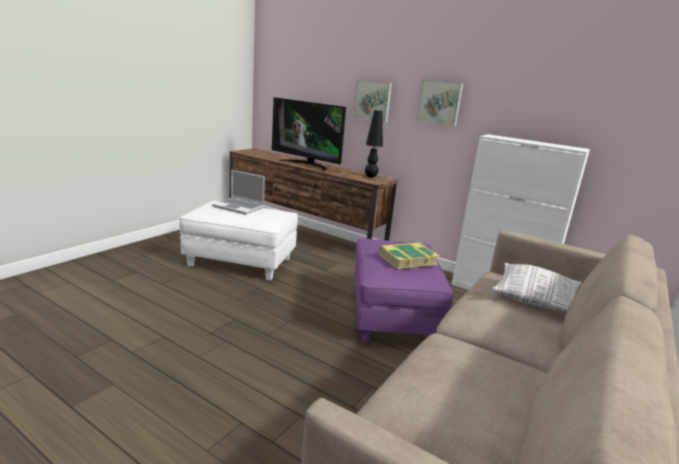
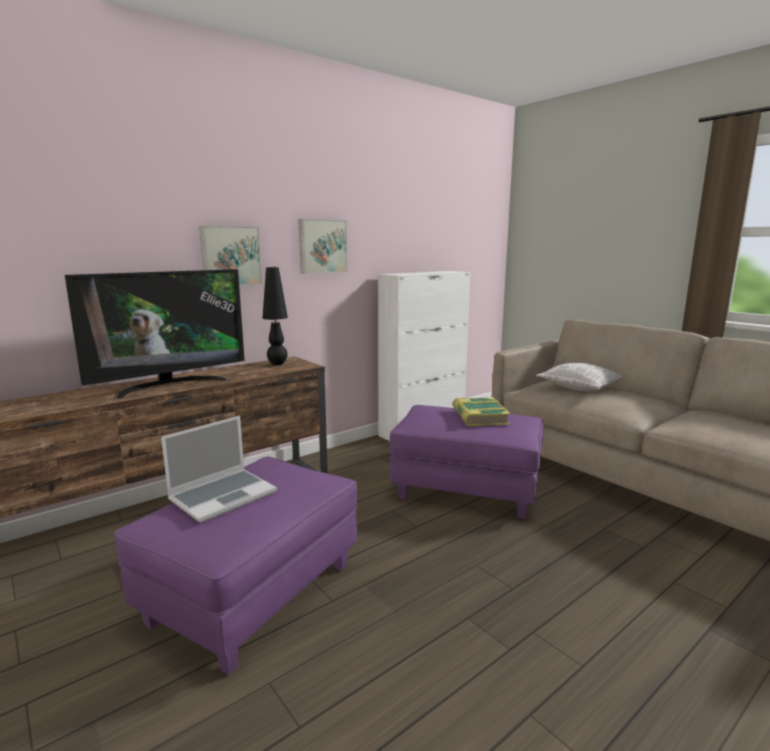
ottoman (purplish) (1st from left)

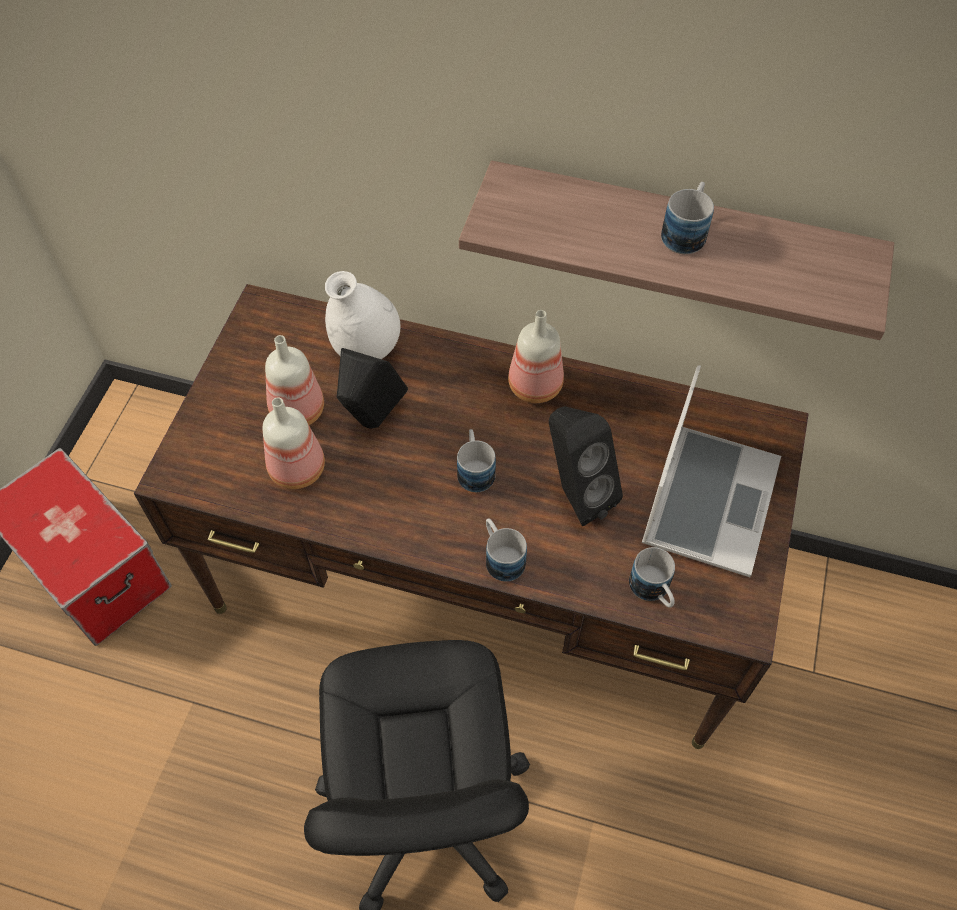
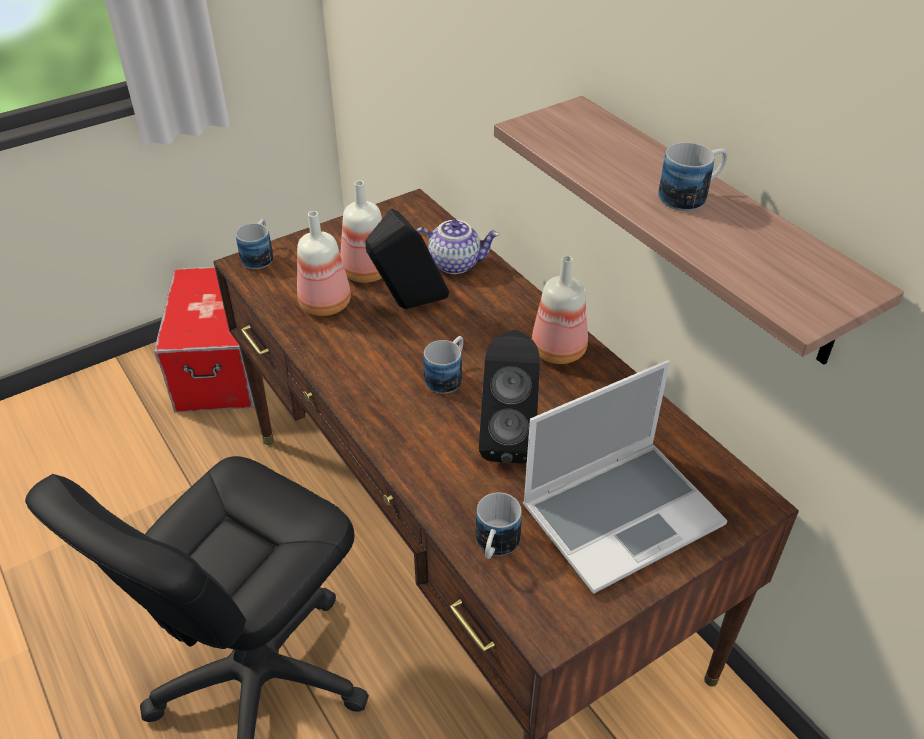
tea pot; tea mug (1st from left)

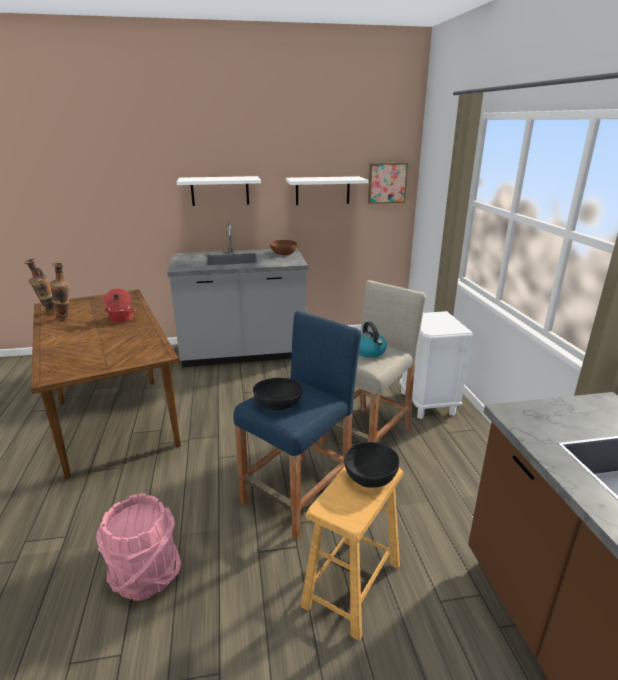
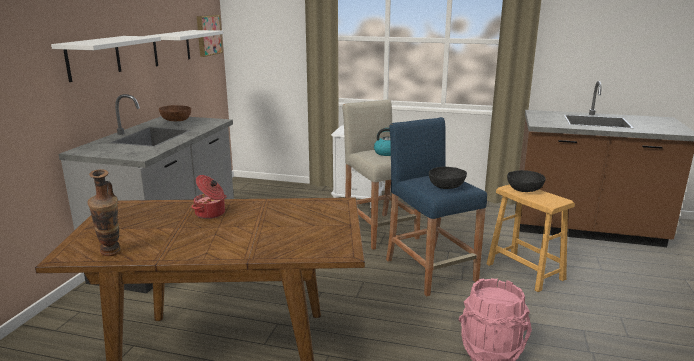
decorative vase (2nd from left in the first image)

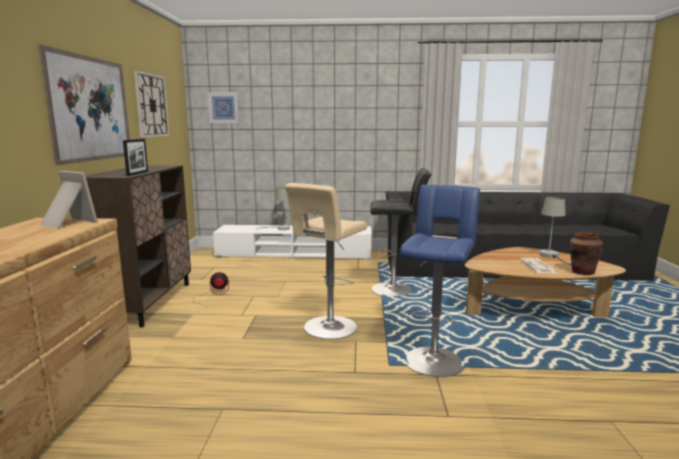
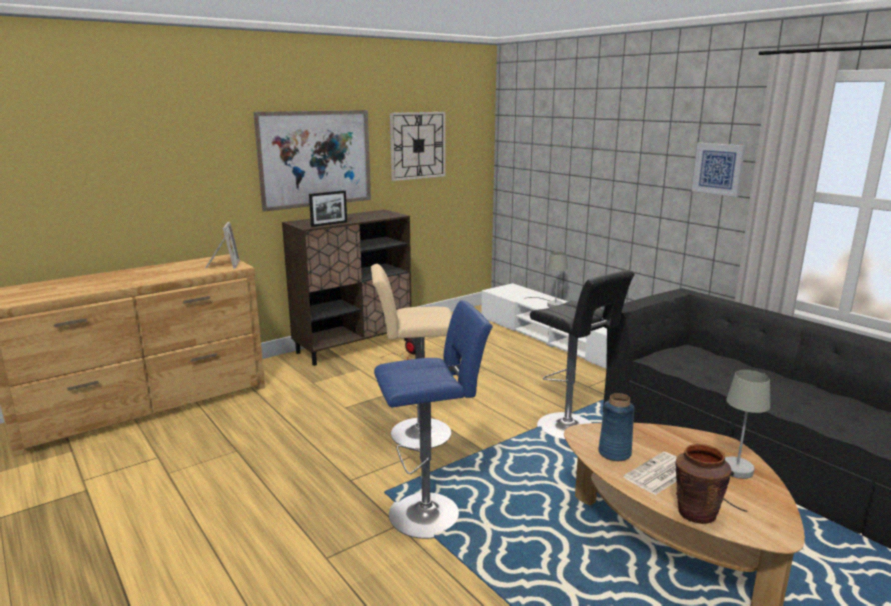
wall picture (2nd from left); decorative vase (blue)

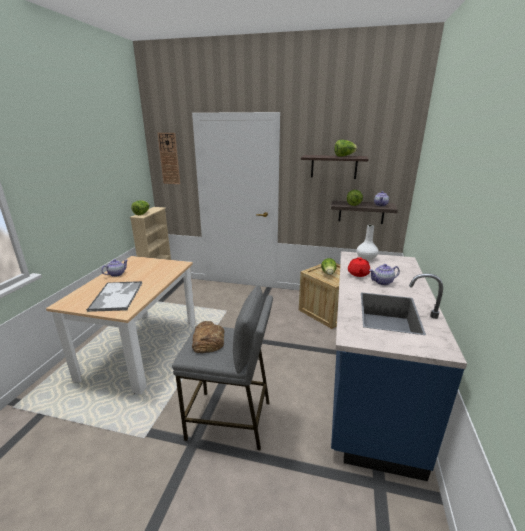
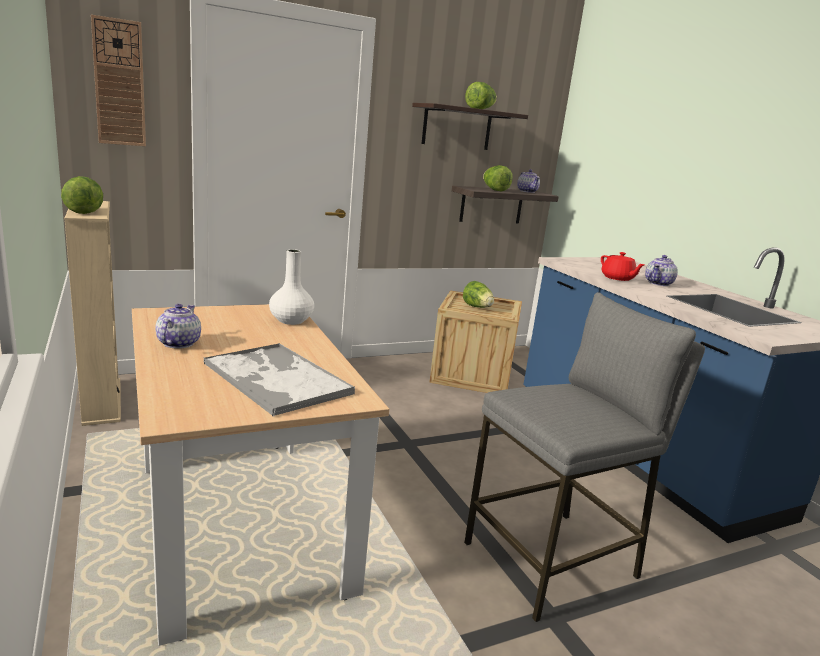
decorative vase (white); bakery bread

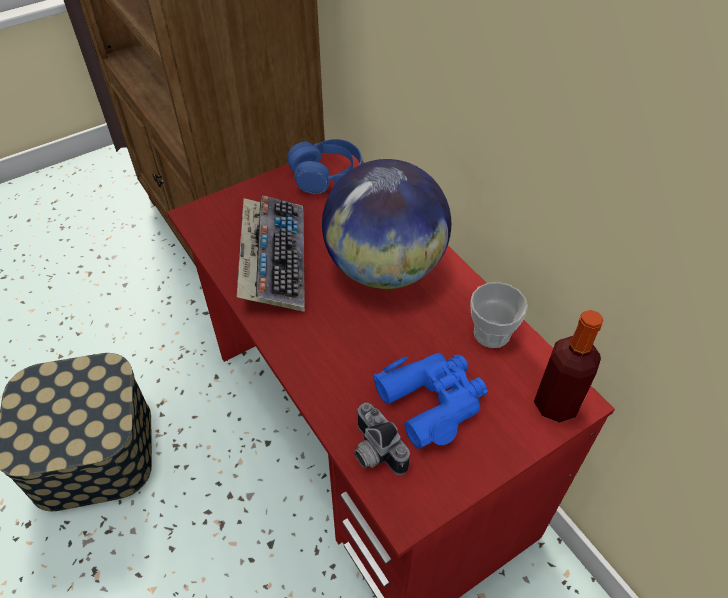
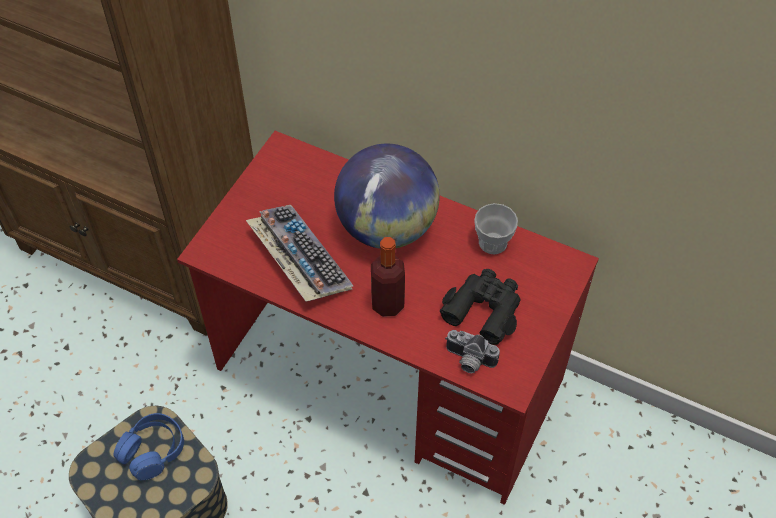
pair of headphones (blue); drink bottle; pair of binoculars (black-coloured)

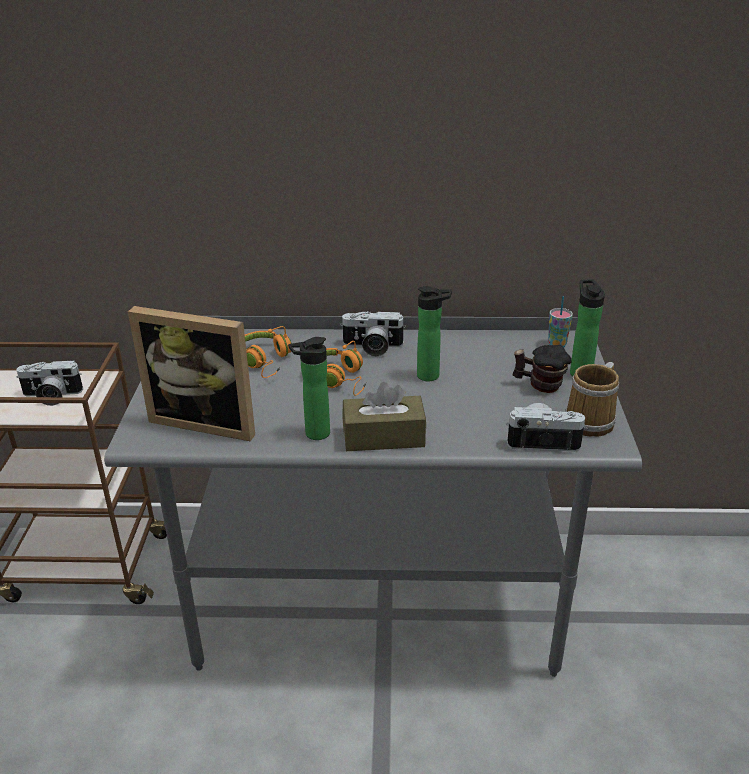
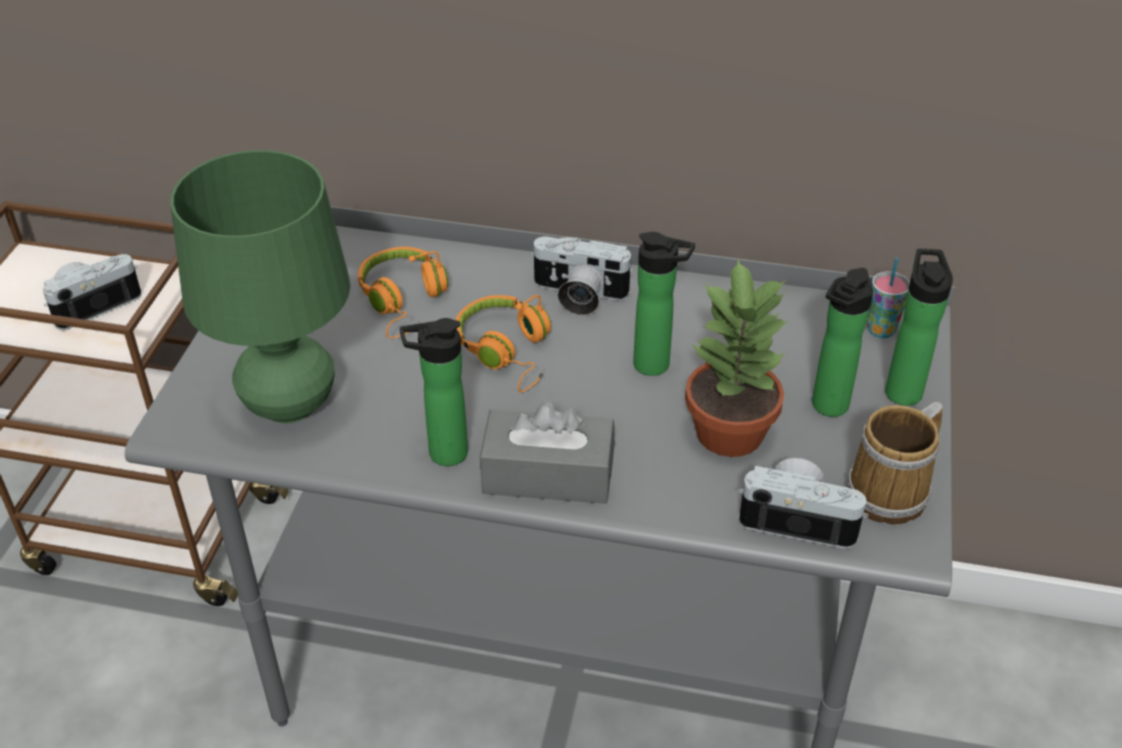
tabletop lamp (green-coloured); drink bottle (3rd from left); still camera (1st from left); box of tissues (gray); plant in a pot

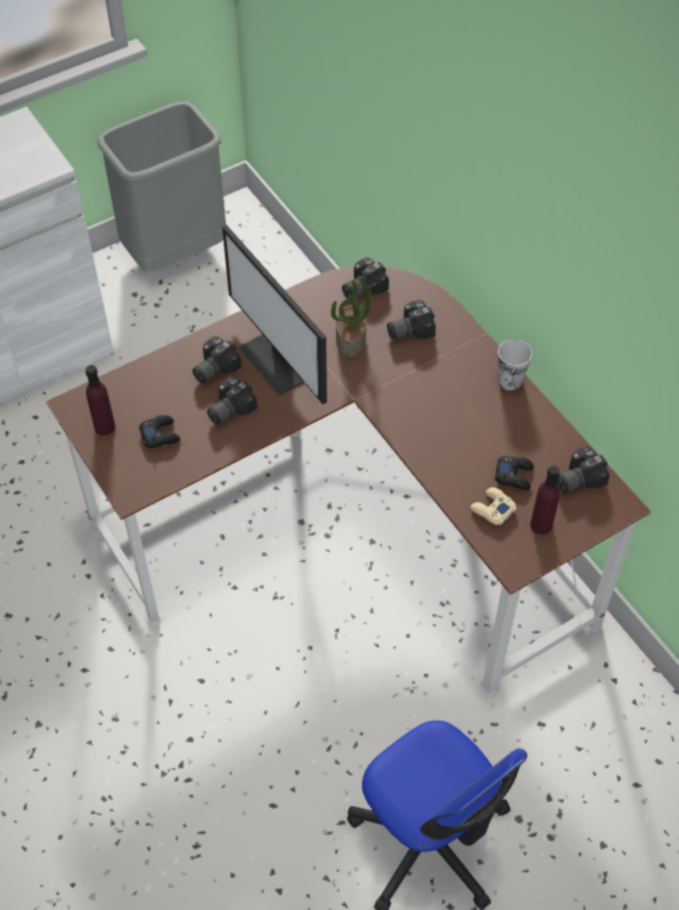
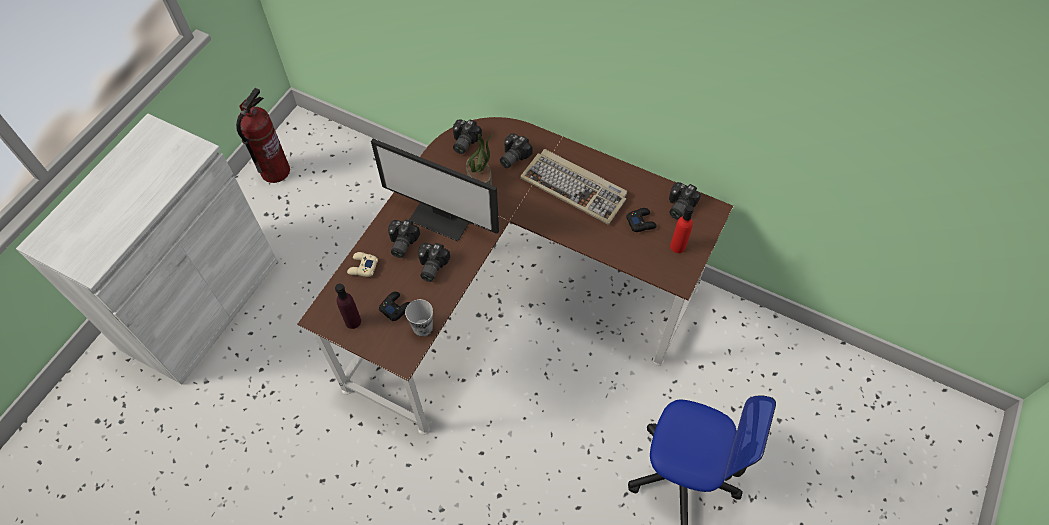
fire-fighting cylinder; drinking cup; drink bottle (red); joypad (beige-coloured); keyboard

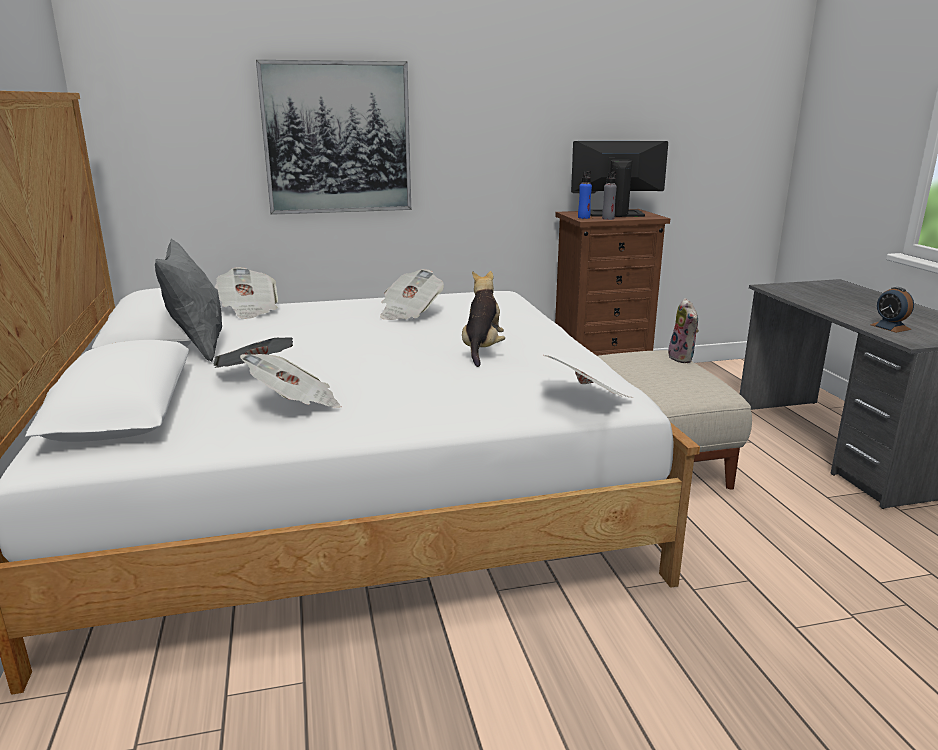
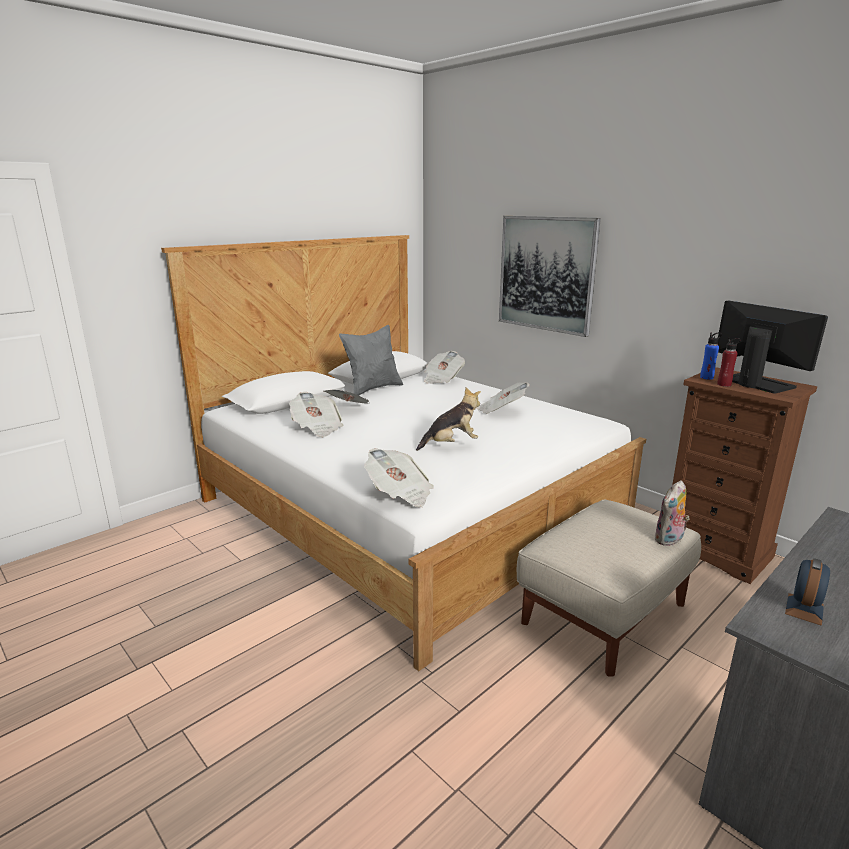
drink bottle (red)

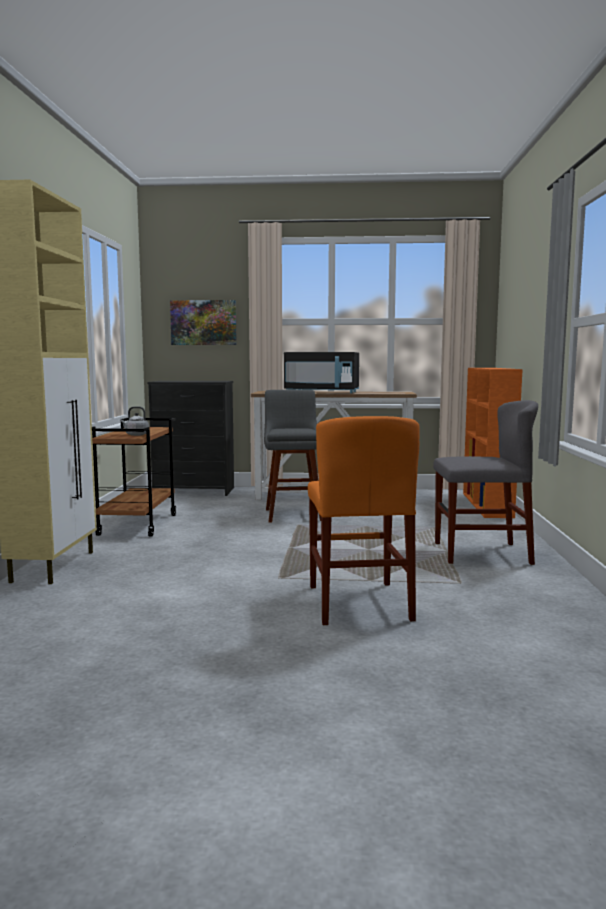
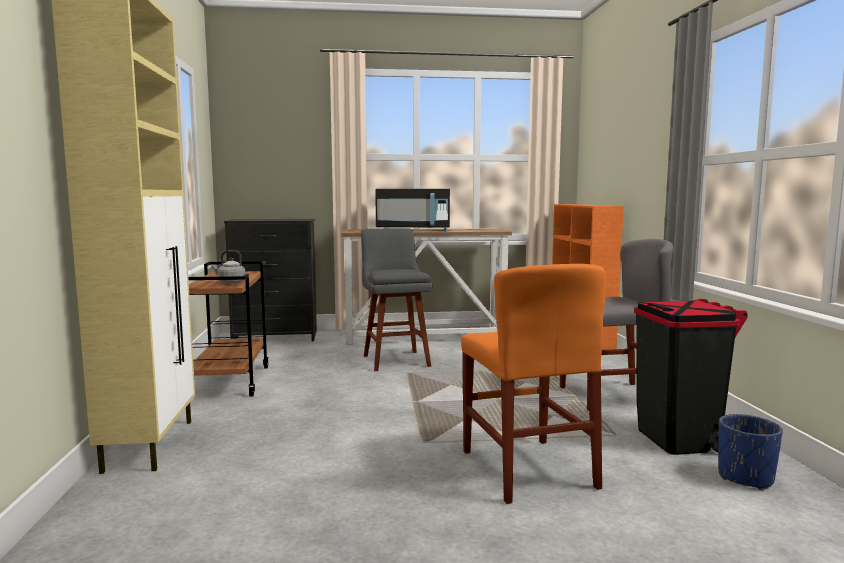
wall picture; trash can (black-coloured); plant pot (blue)

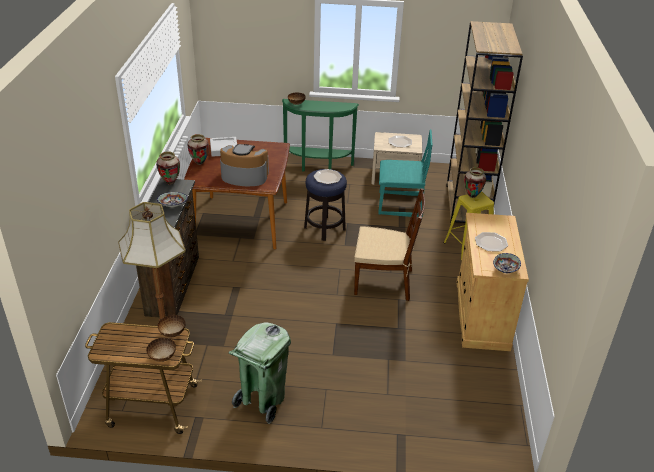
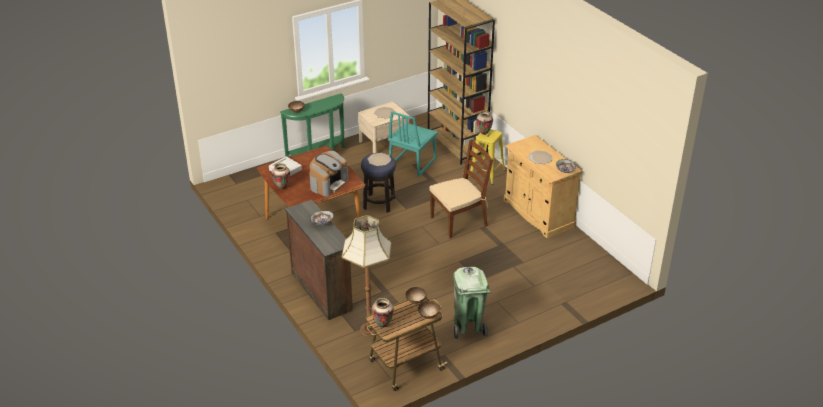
upright chair (blue-green); coffee brewer; decorative vase (2nd from left)

